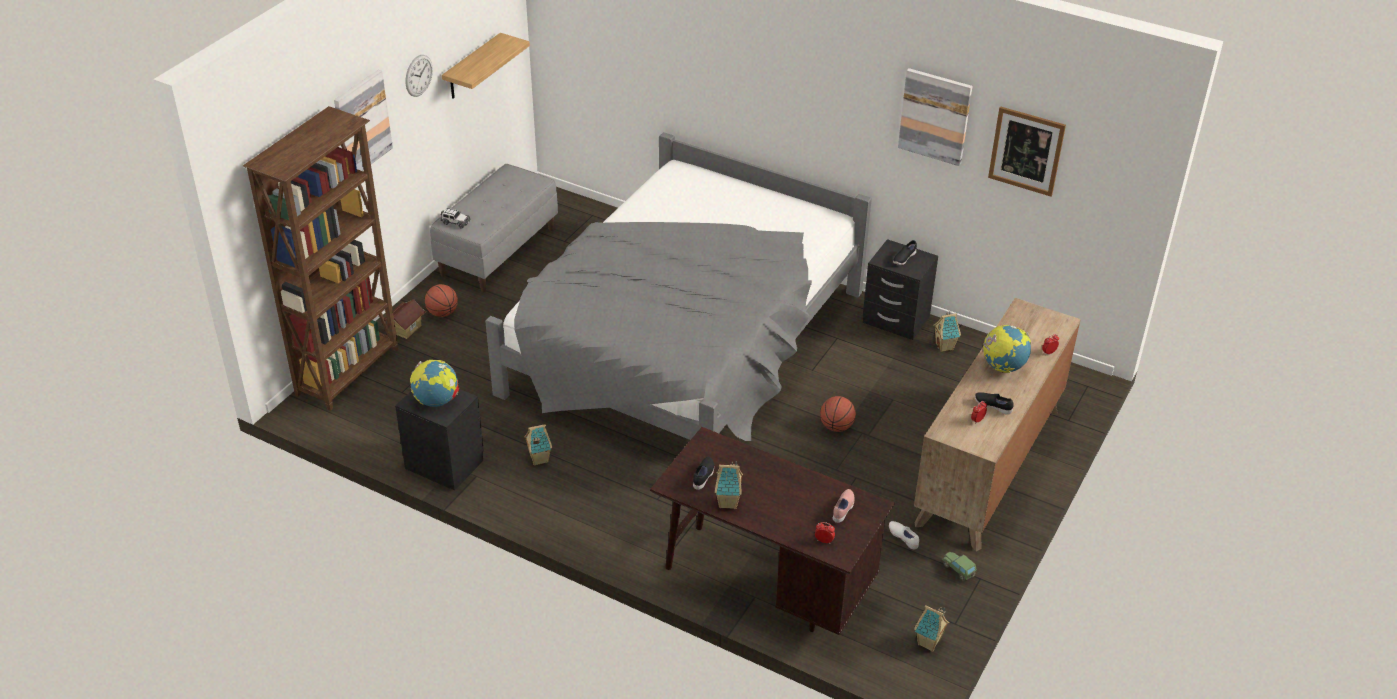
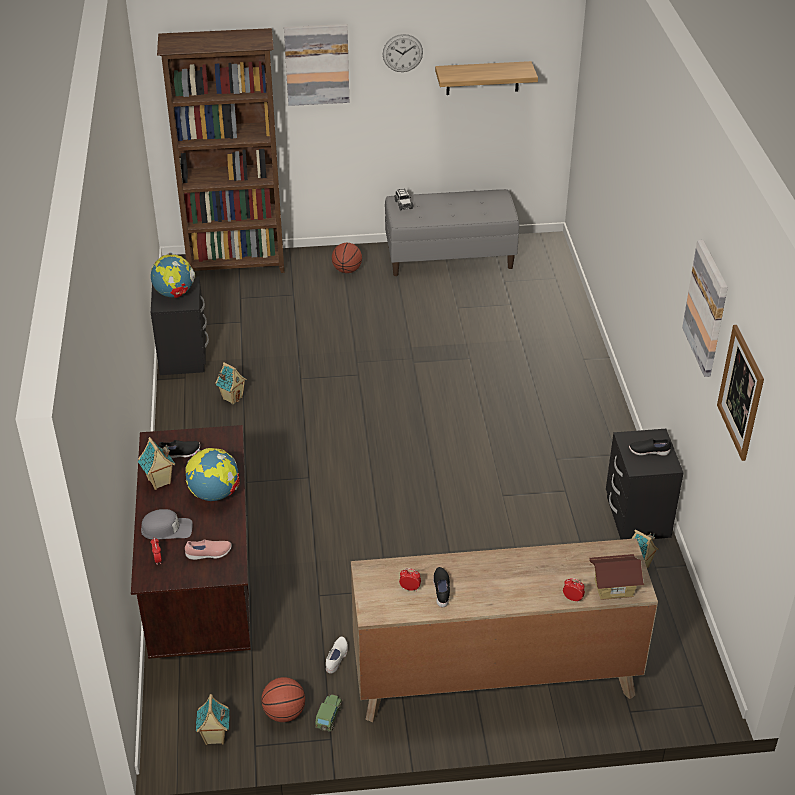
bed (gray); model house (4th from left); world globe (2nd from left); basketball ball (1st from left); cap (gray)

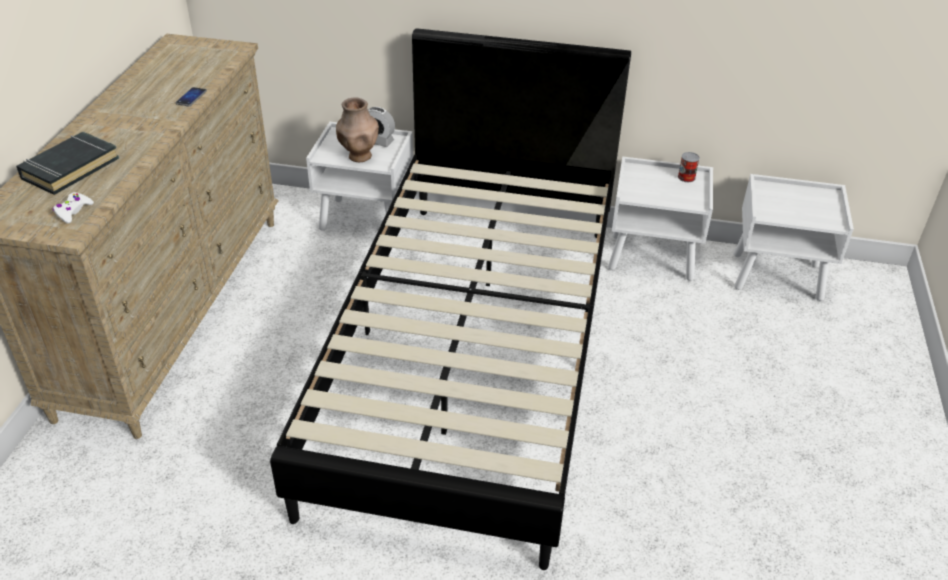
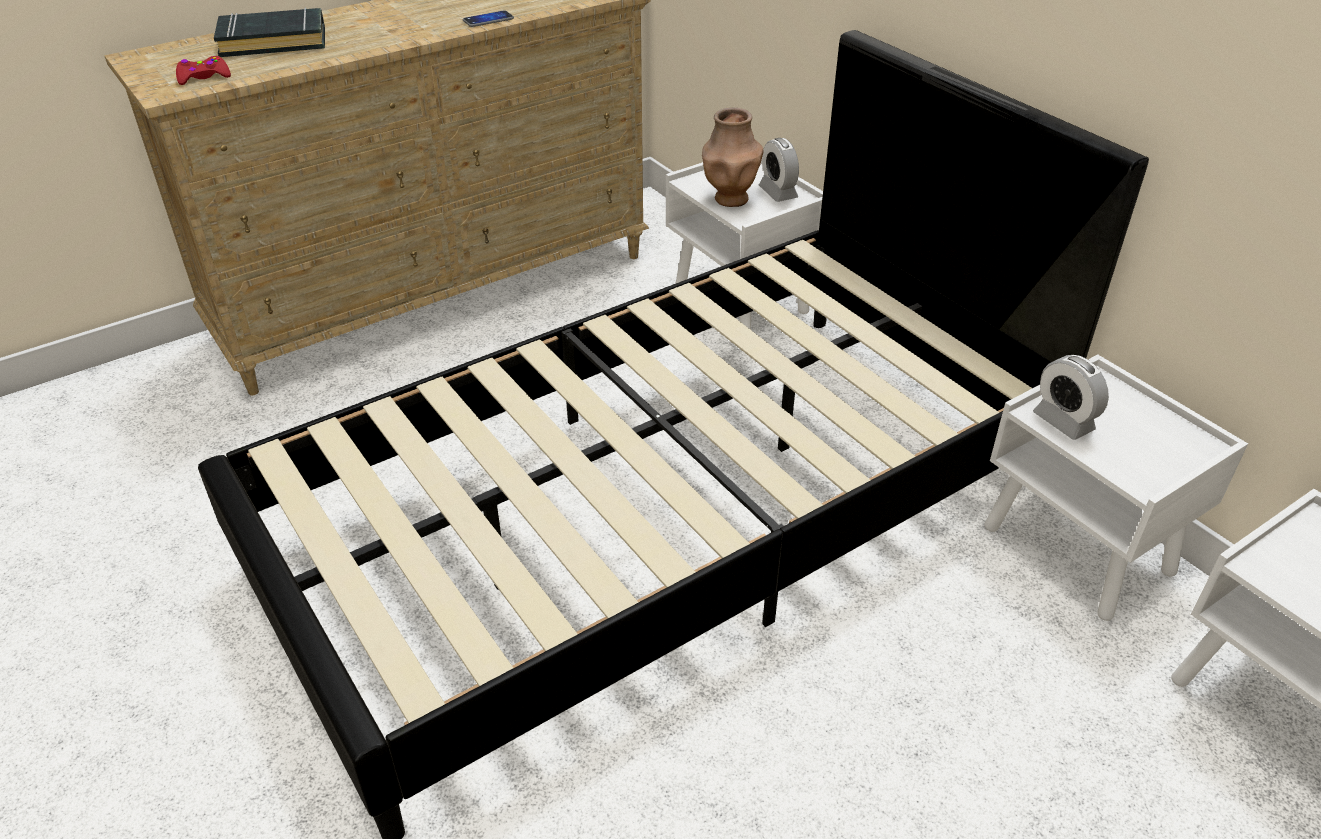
can; joypad (red); alarm clock (2nd from left)

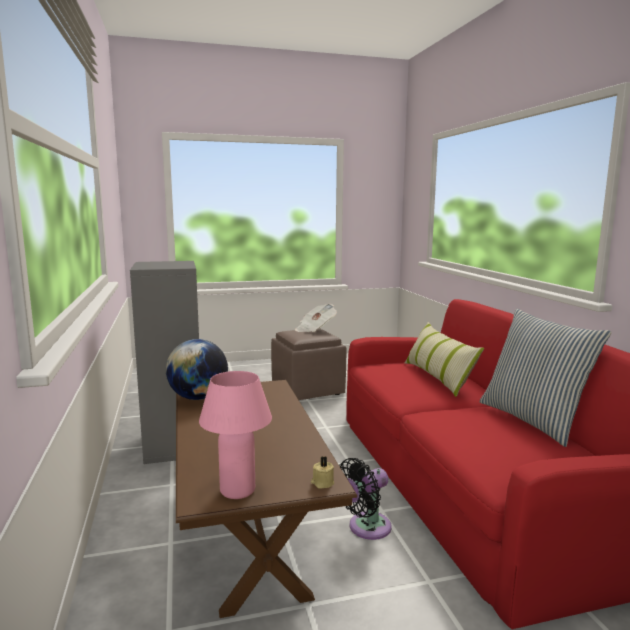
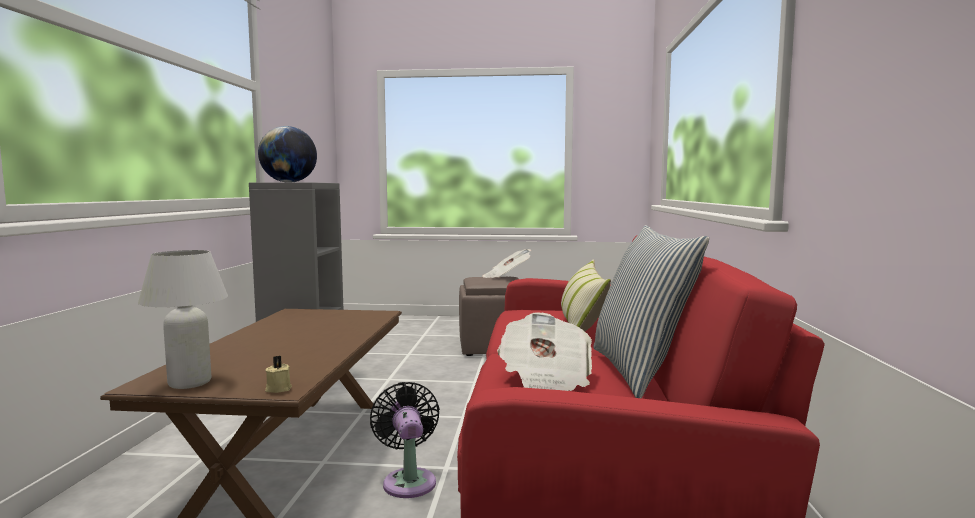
world globe; tabletop lamp (white); cooling fan (black-coloured); newspaper (2nd from left)

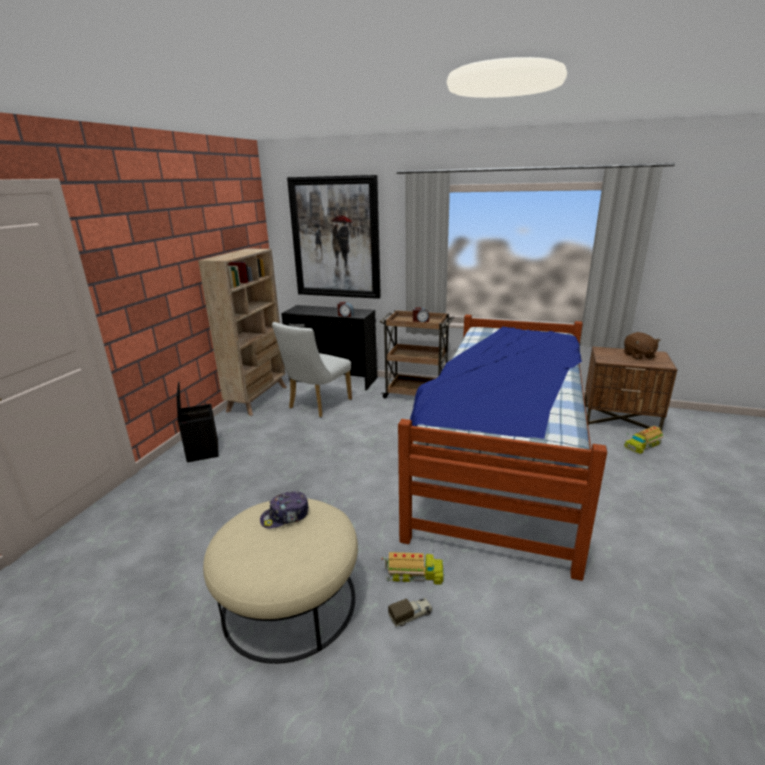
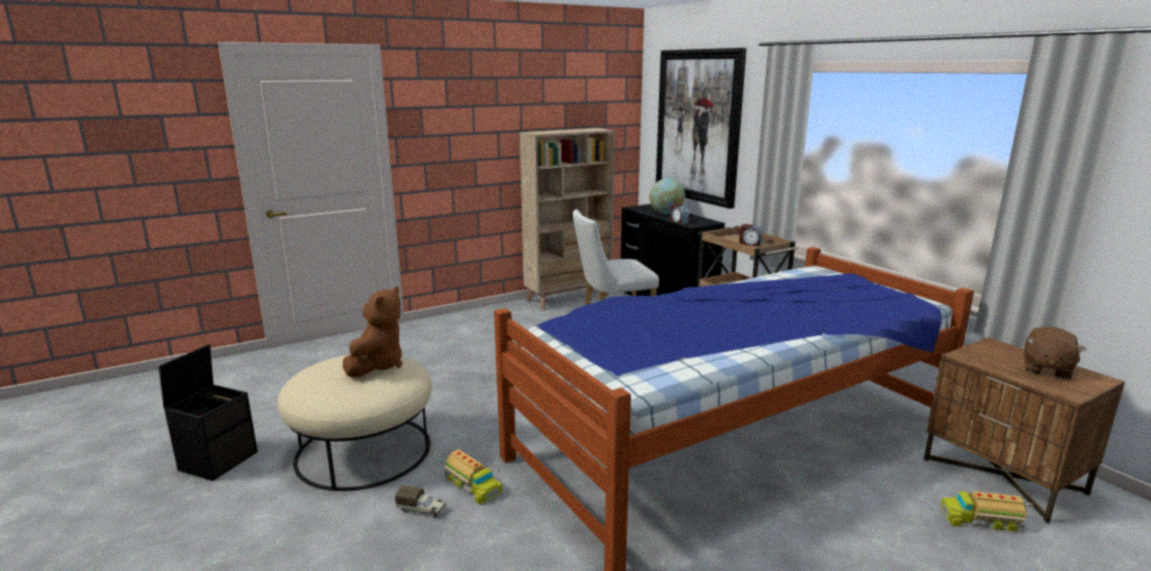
storage container (black-coloured); plush toy (brownish) (1st from left); world globe

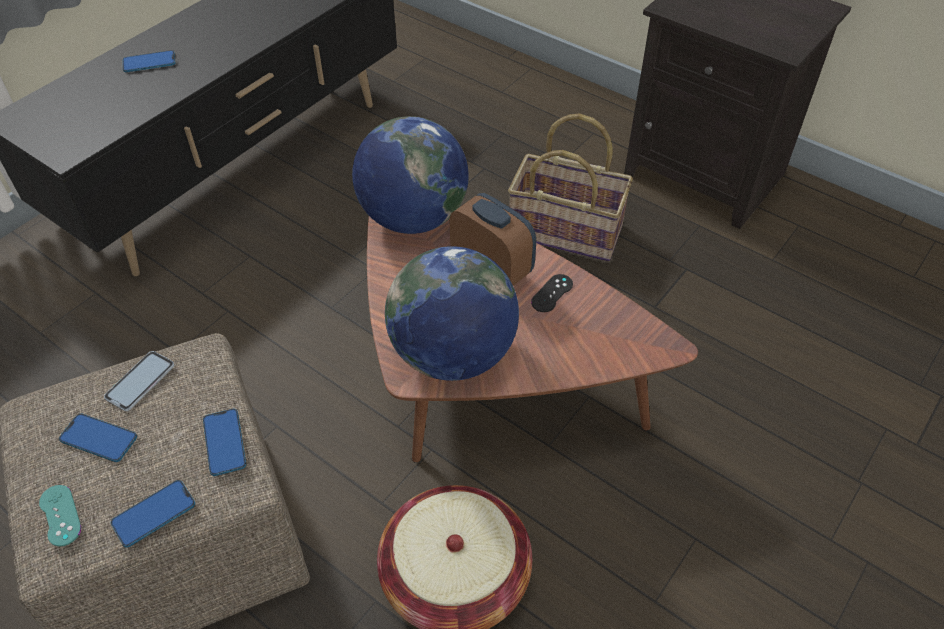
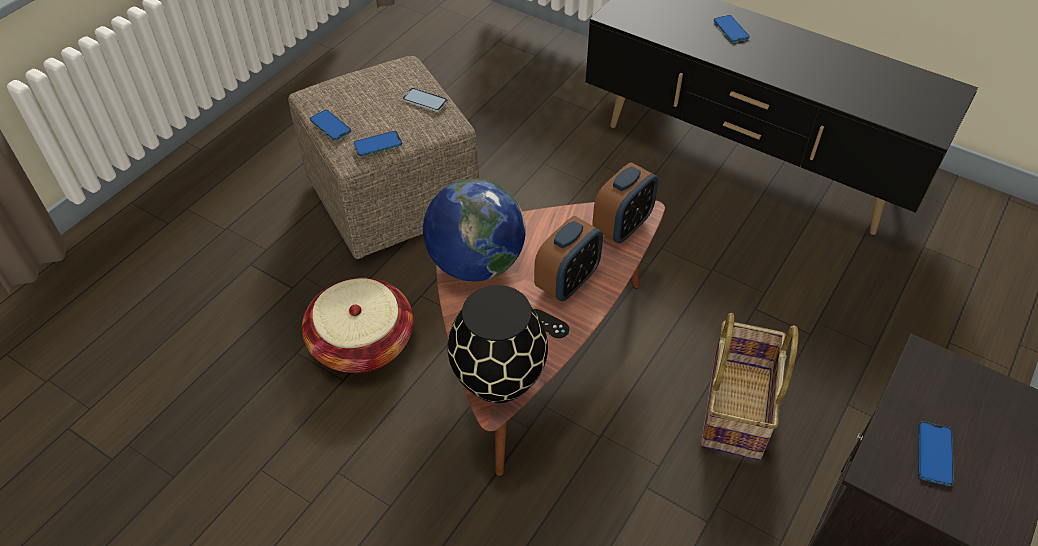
alarm clock (2nd from left); handset (5th from left); joypad (blue-green); decorative vase (black-coloured)

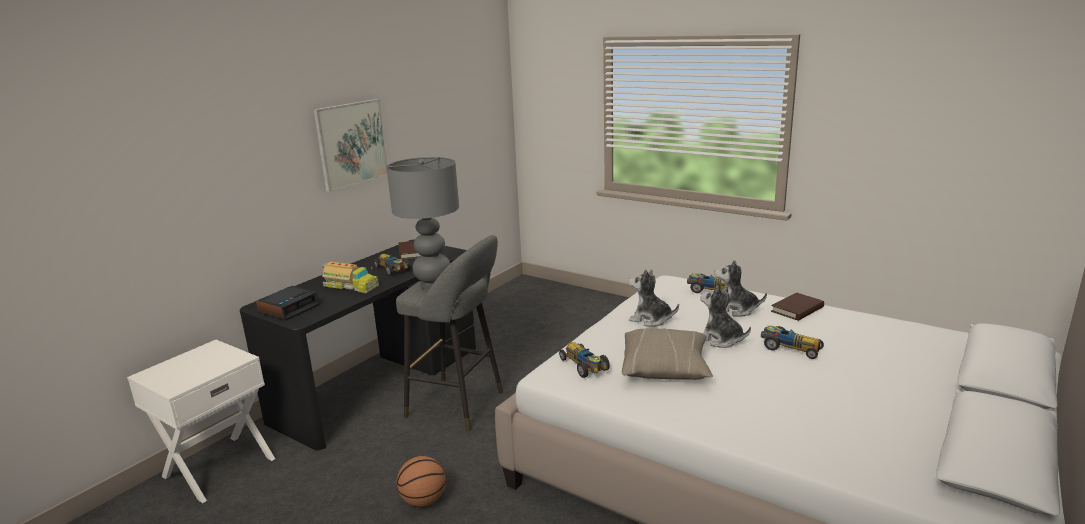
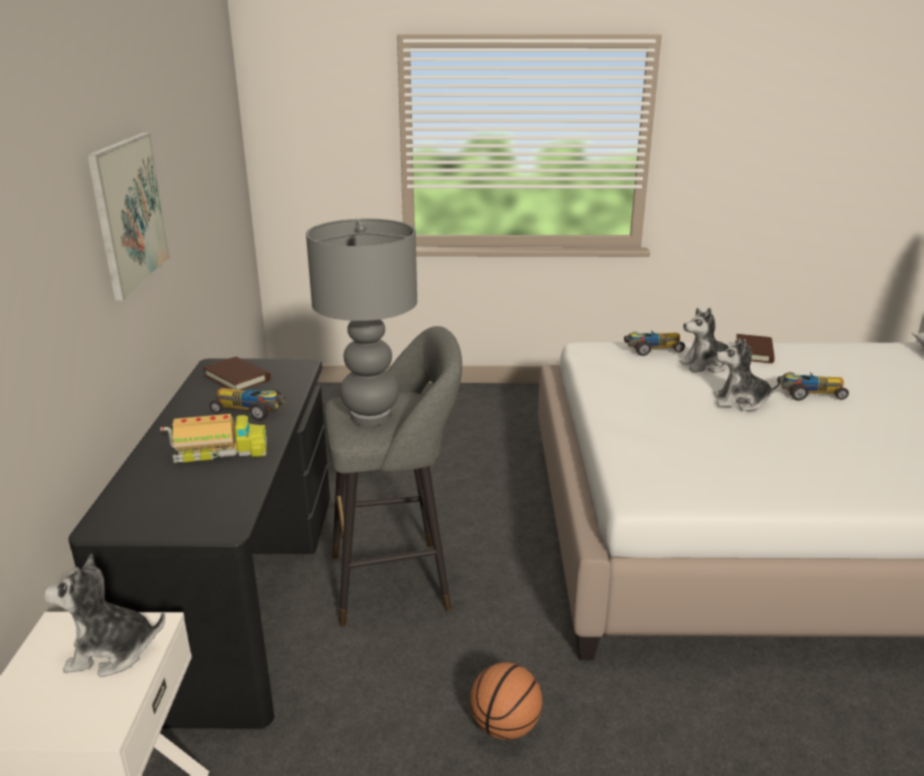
plush toy (1st from left); alarm clock; cushion (beige-coloured); model car (2nd from left in the first image)

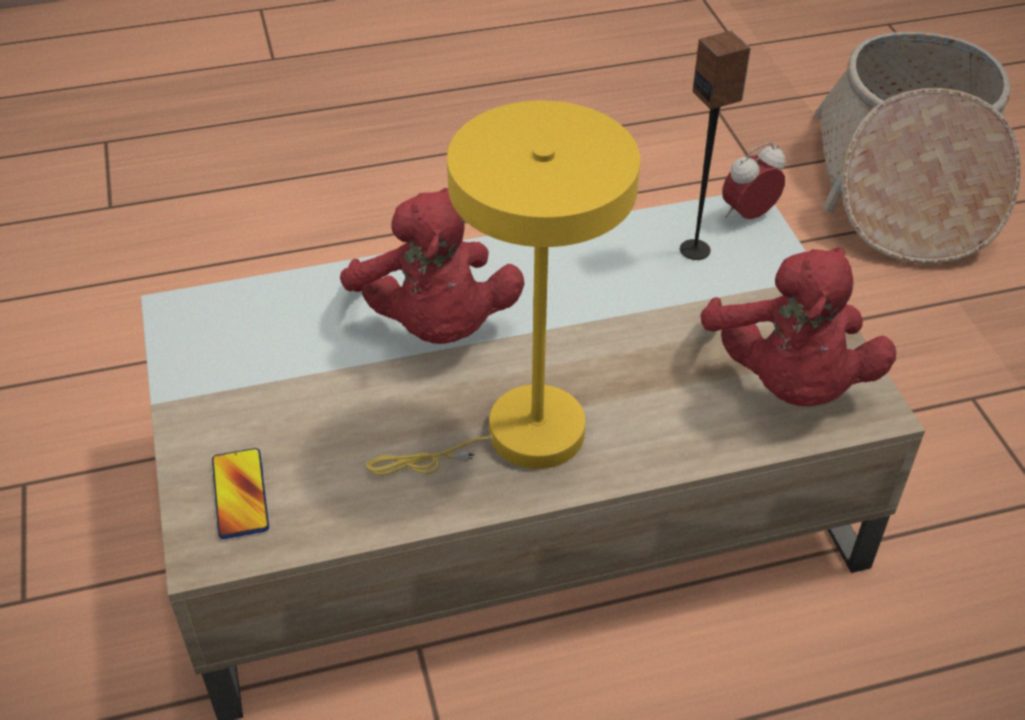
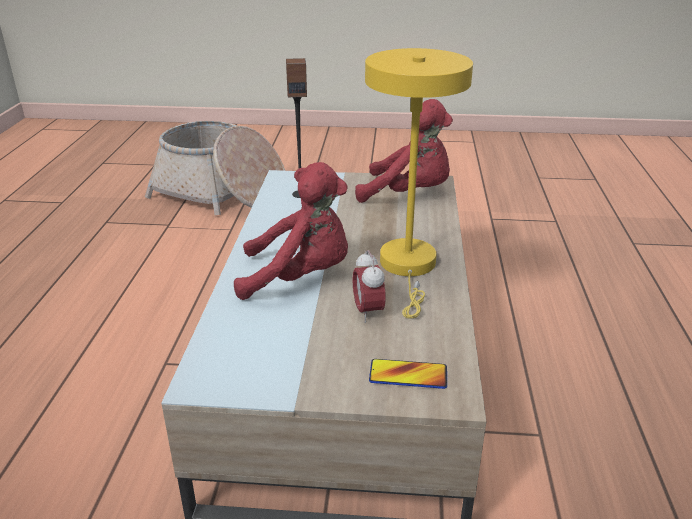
alarm clock

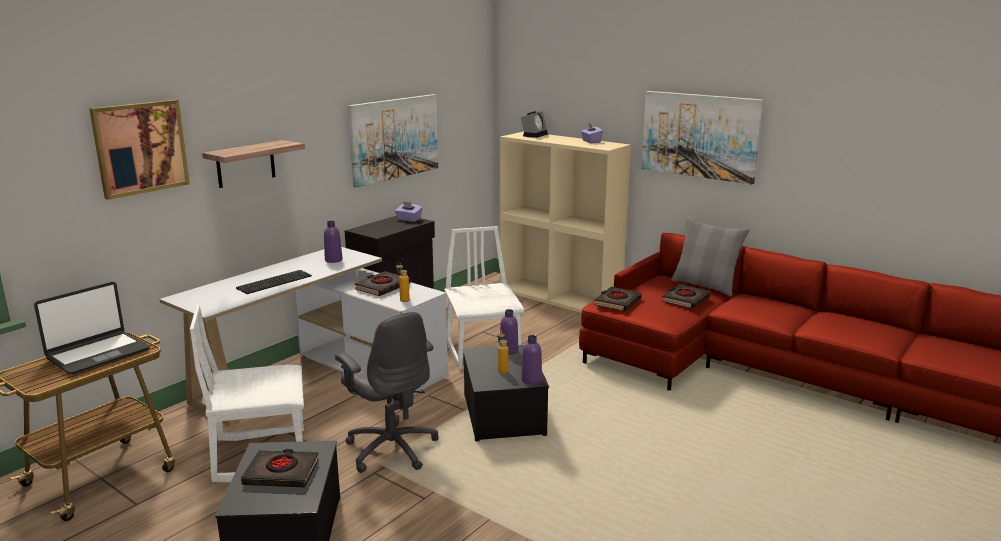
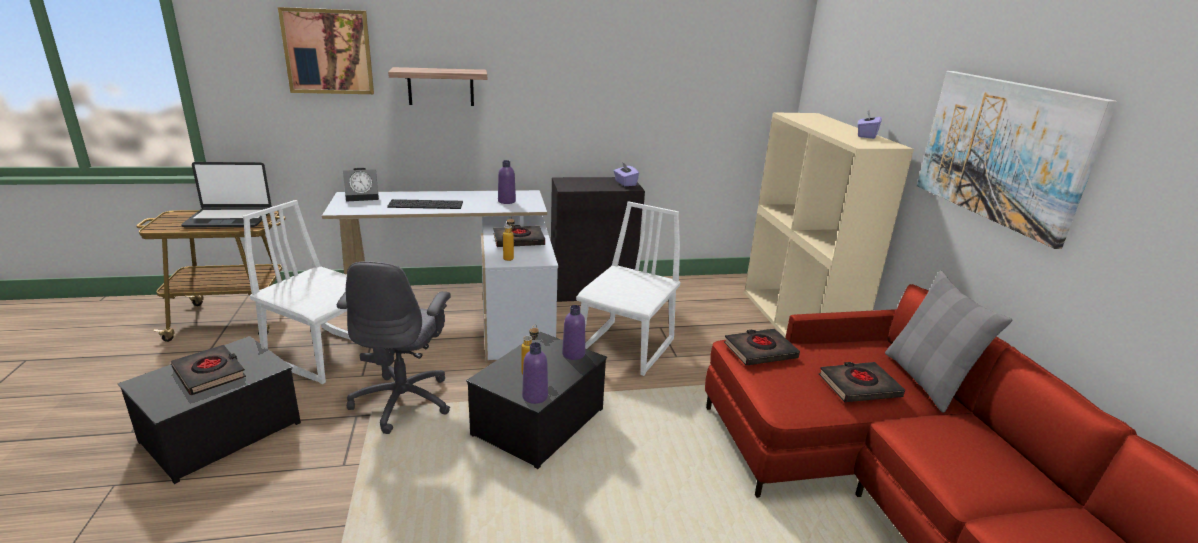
wall picture (2nd from left in the first image); alarm clock

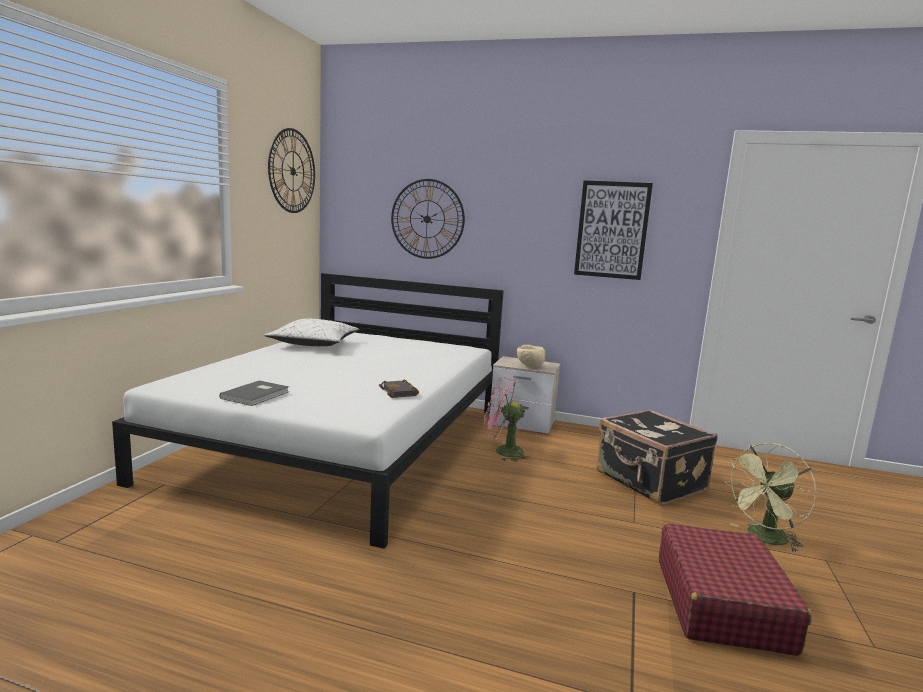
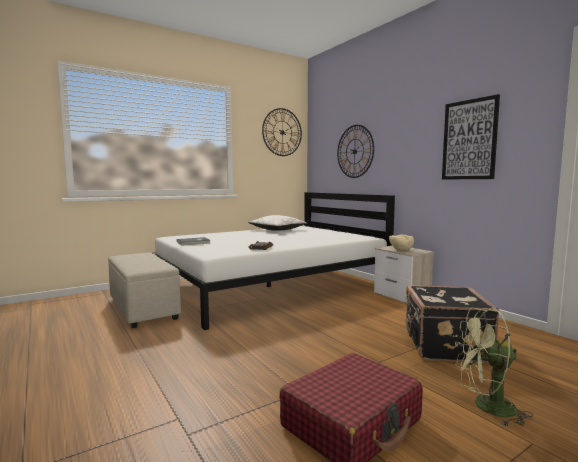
cooling fan (pink); ottoman (beige-coloured)

